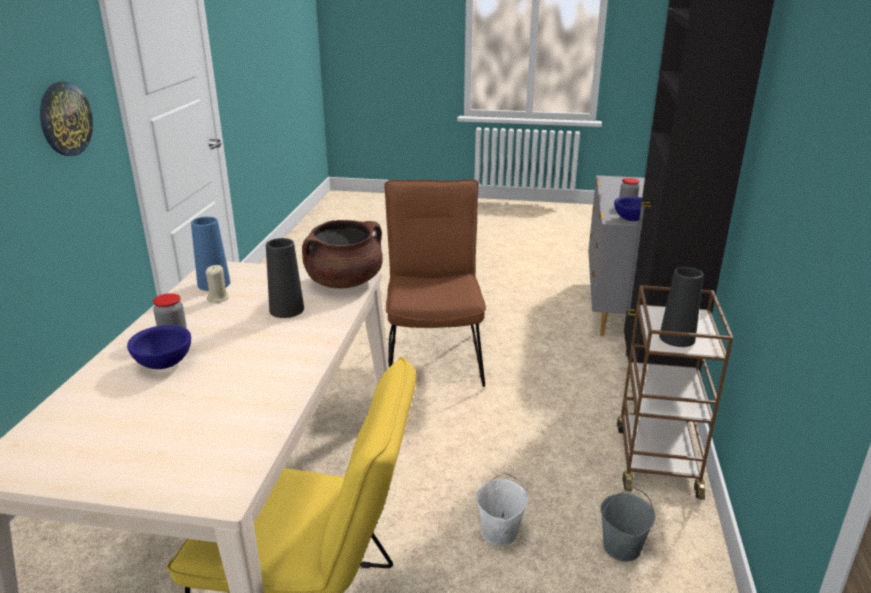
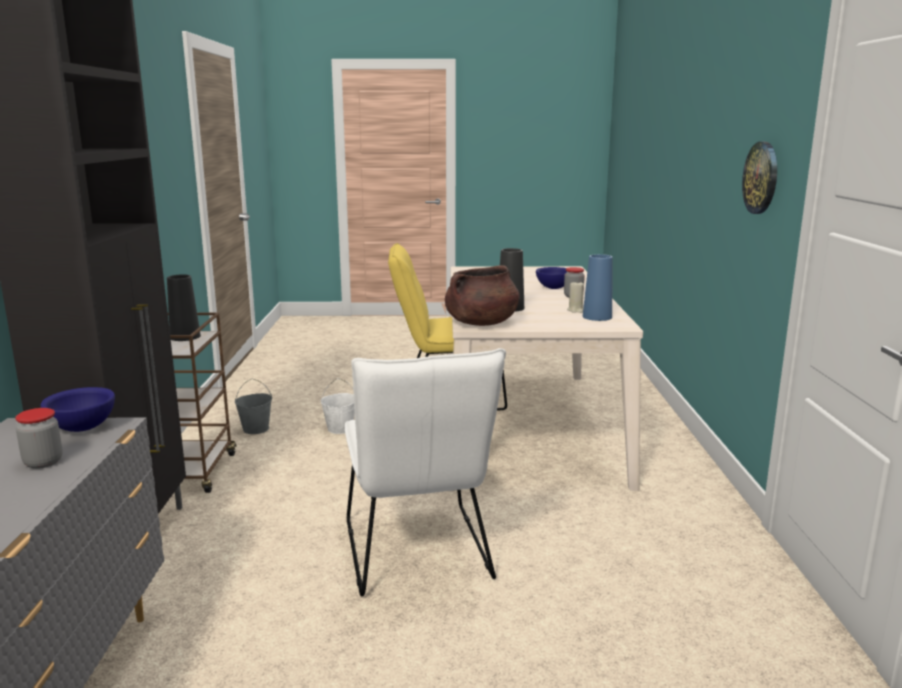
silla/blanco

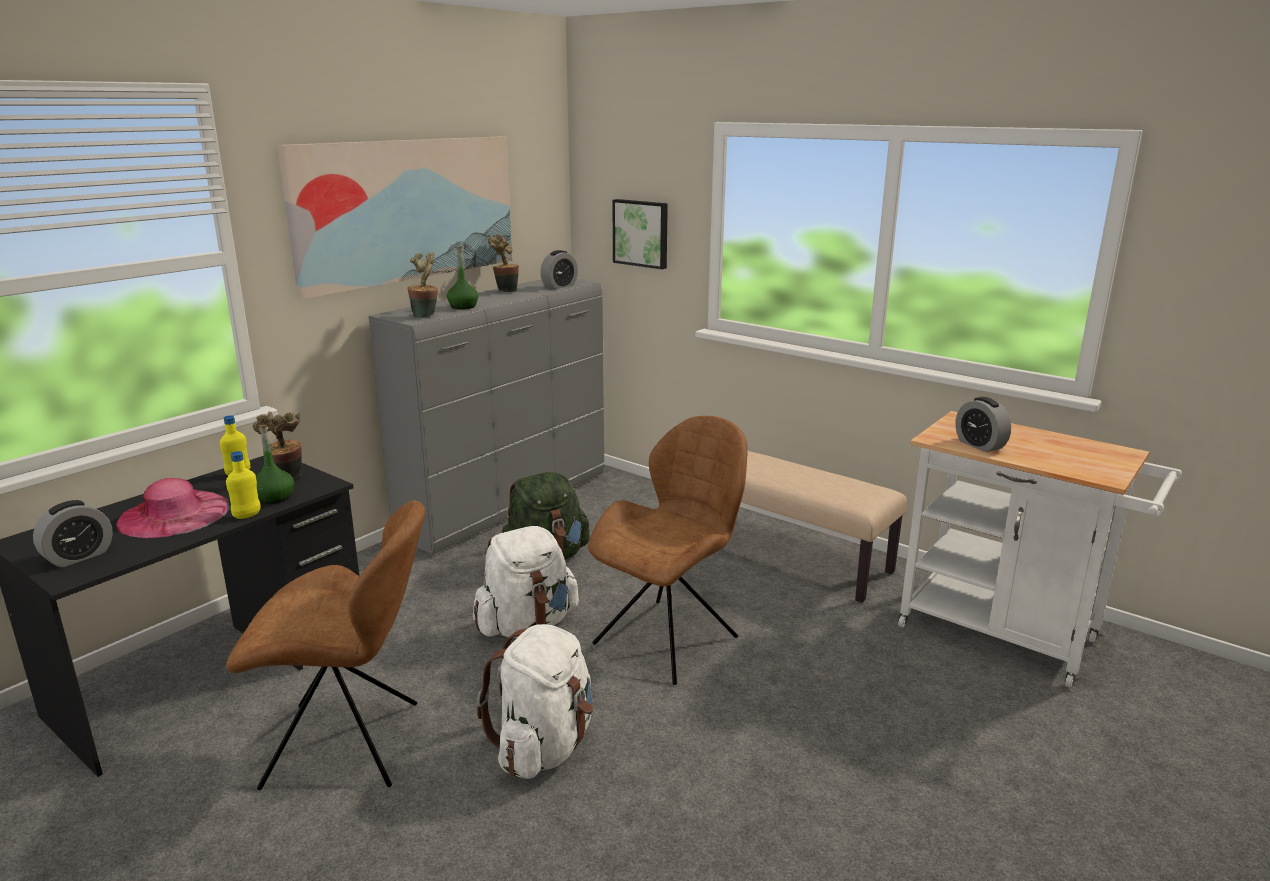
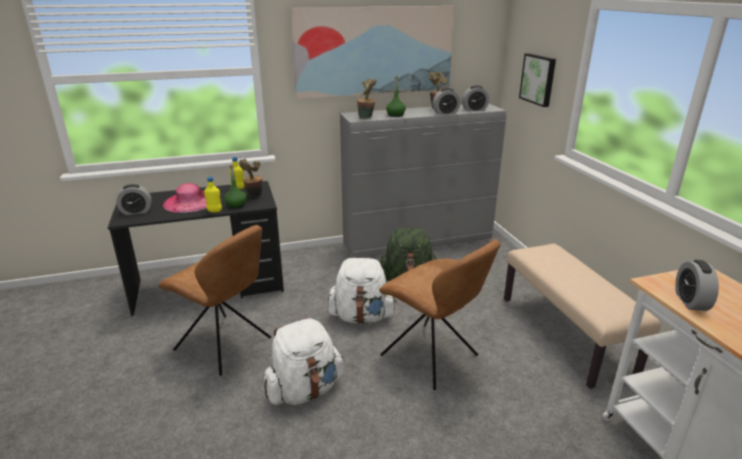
silla/marrón (no. 2 from left); despertador (no. 2 from left)

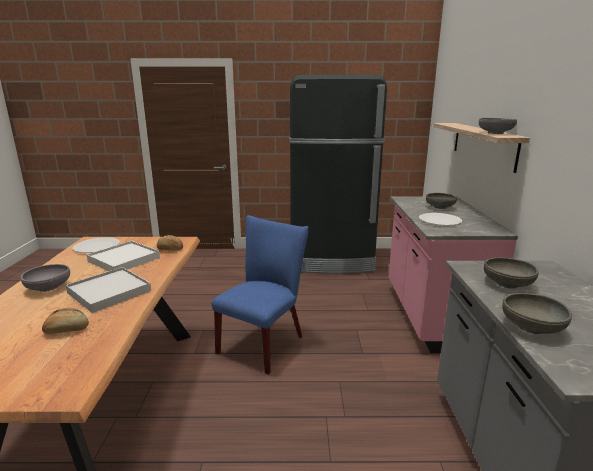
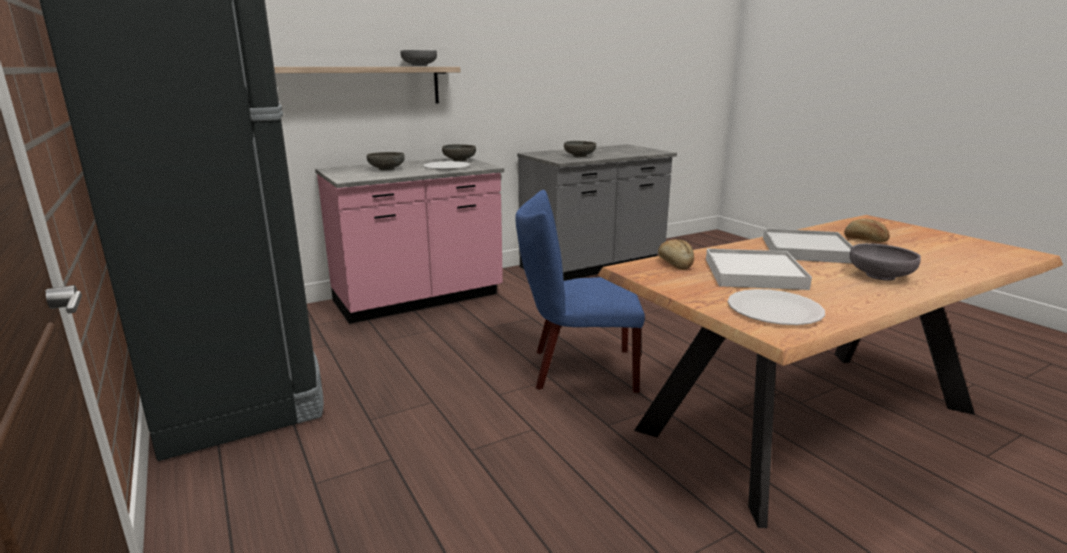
cuenco/gris (no. 3 from left)

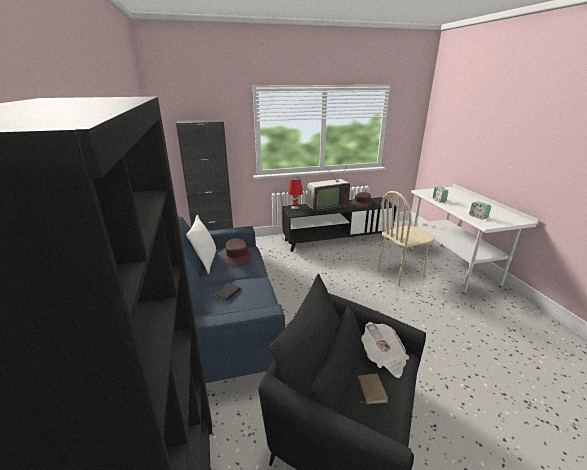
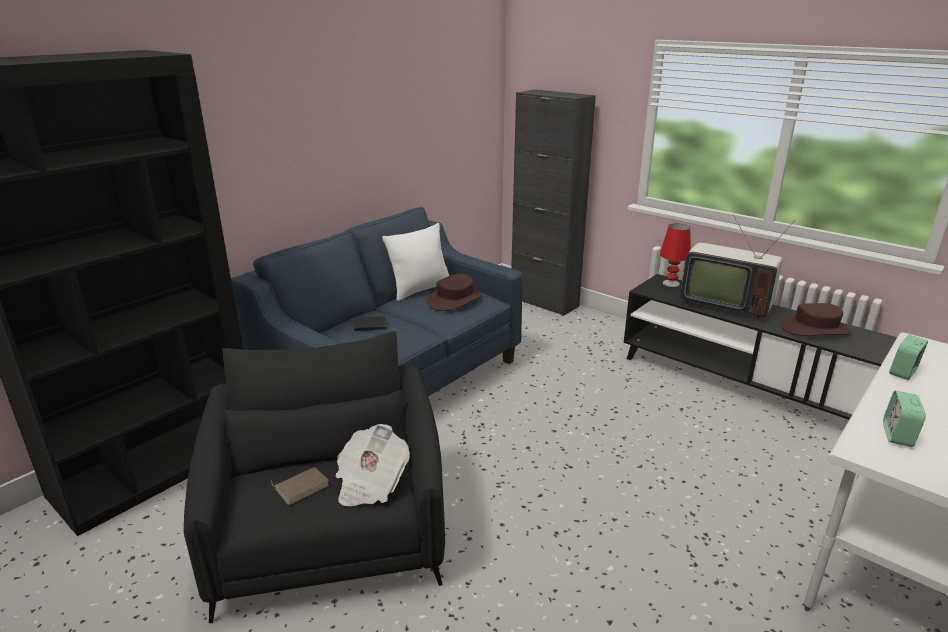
silla/beis

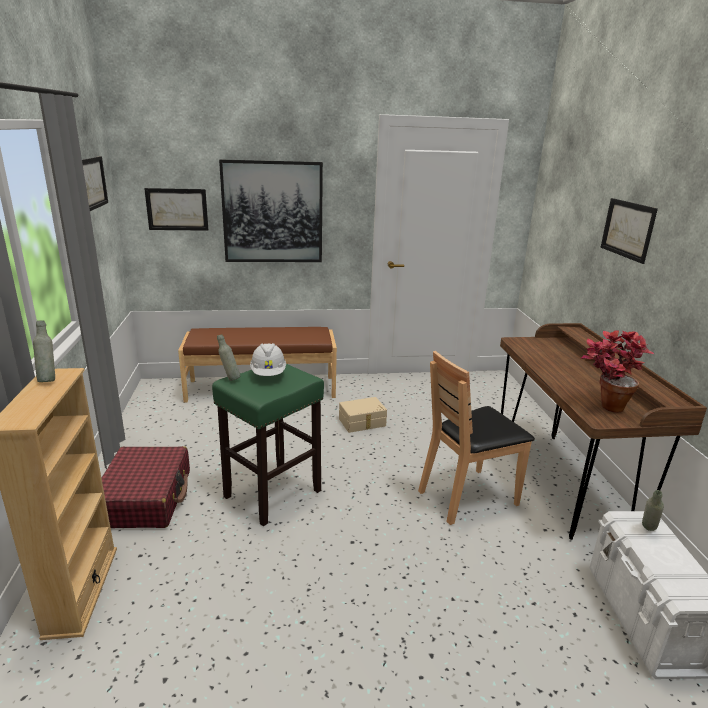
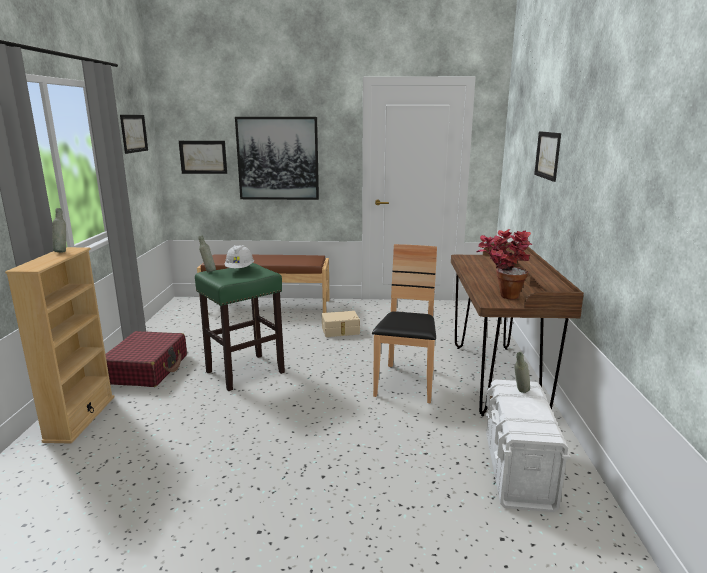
silla/marrón

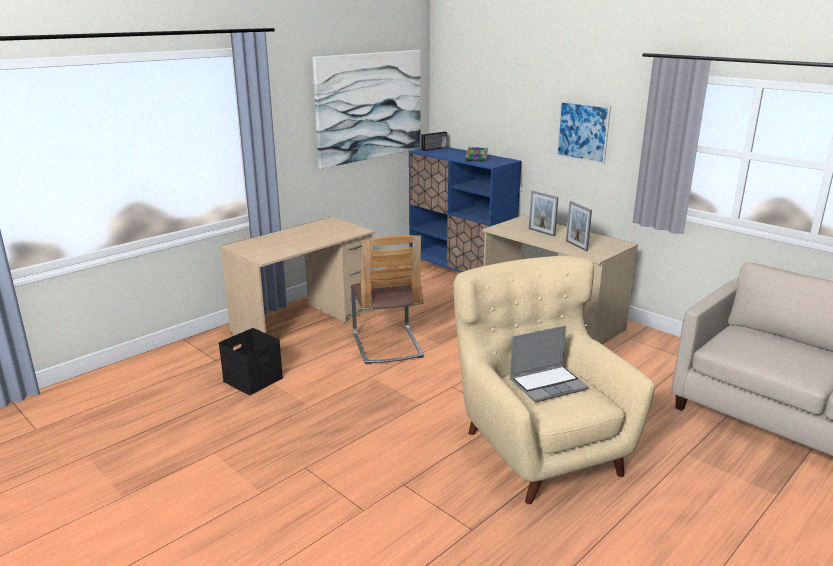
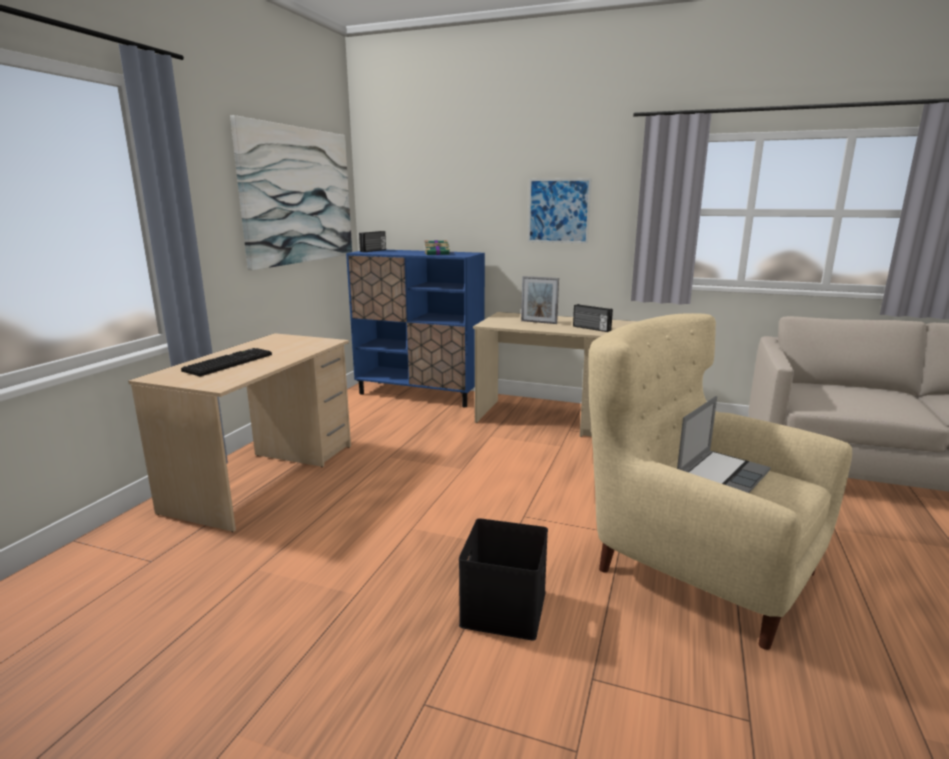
teclado; caja de almacenaje/negro; radio (no. 2 from left); silla

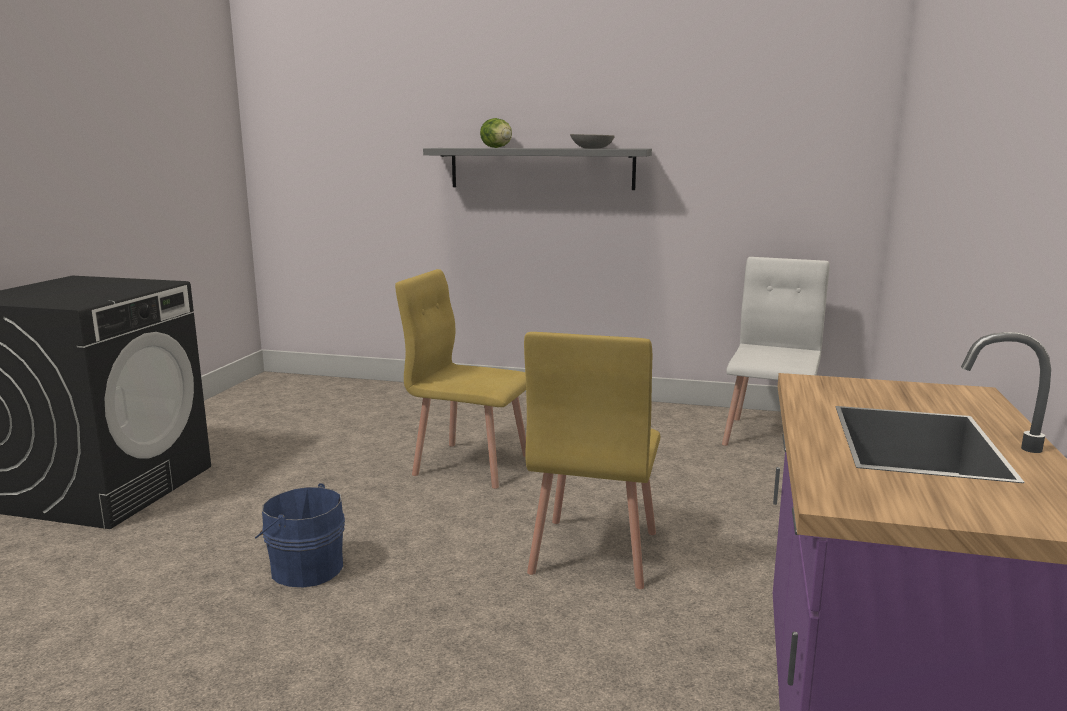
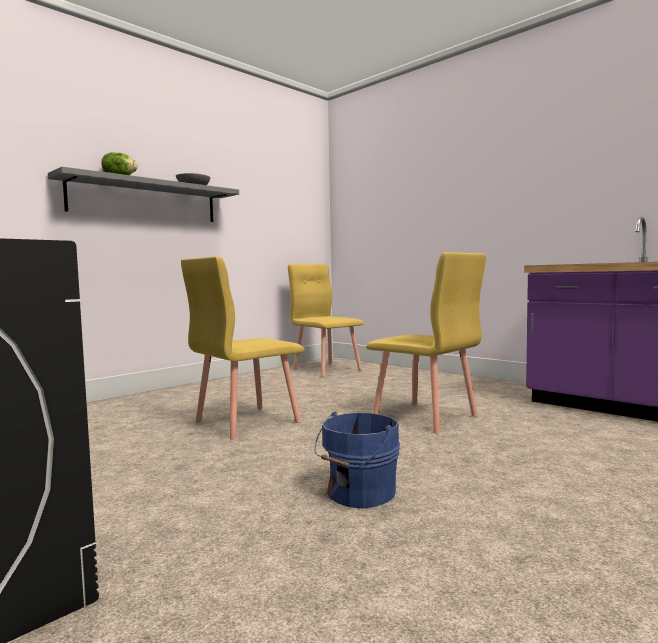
silla/amarillo (no. 2 from left)

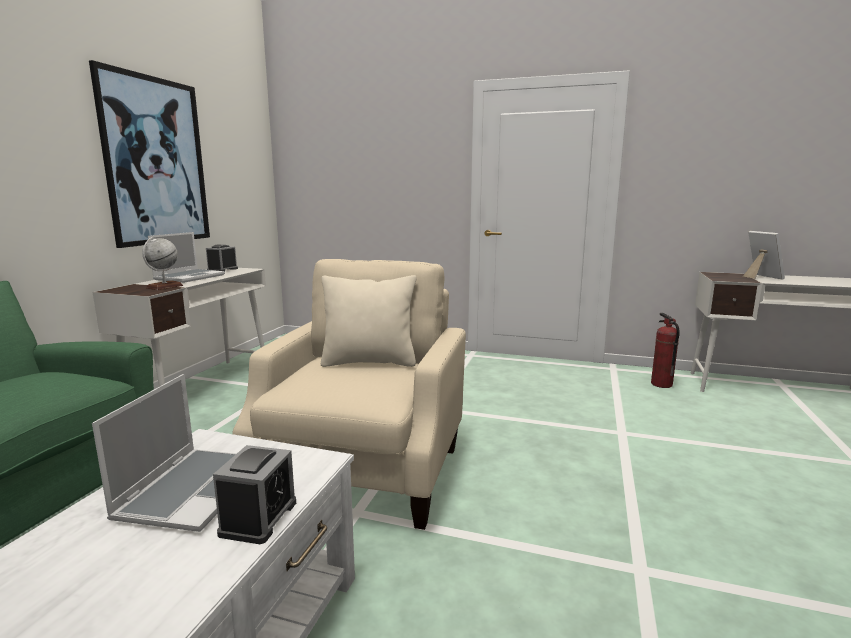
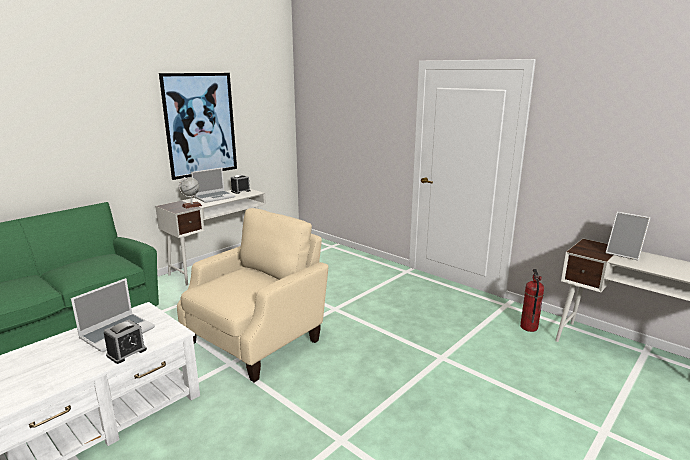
portarretratos; cojín/beis

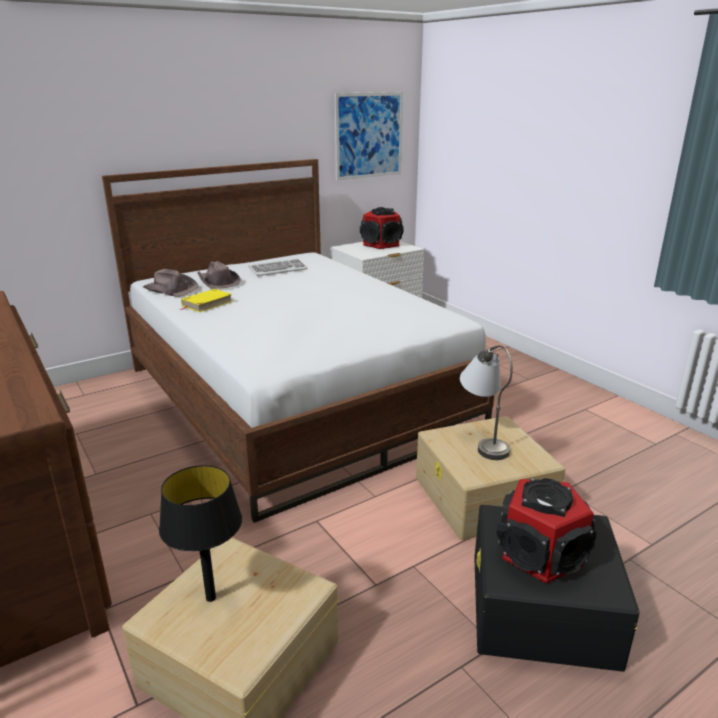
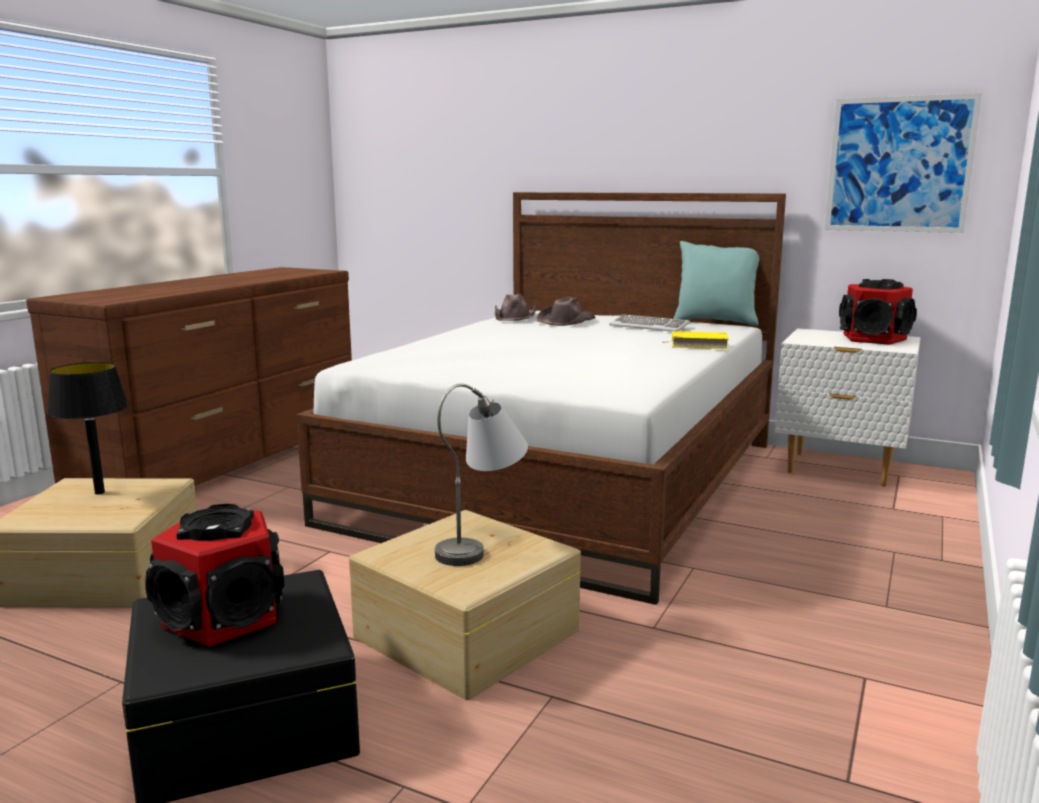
libro/amarillo; cojín/turquesa

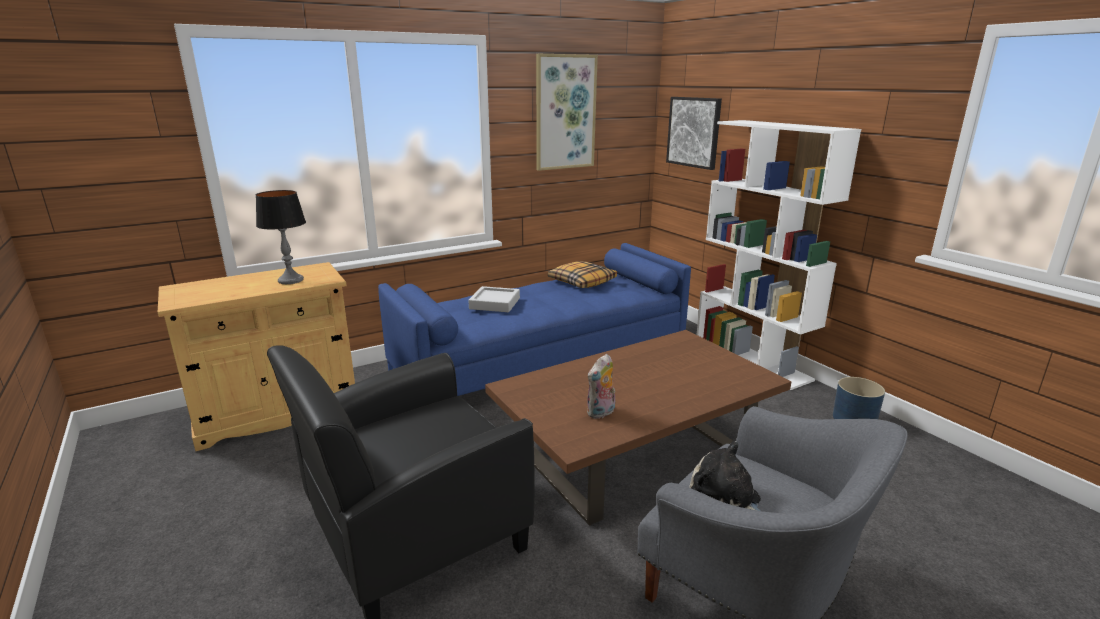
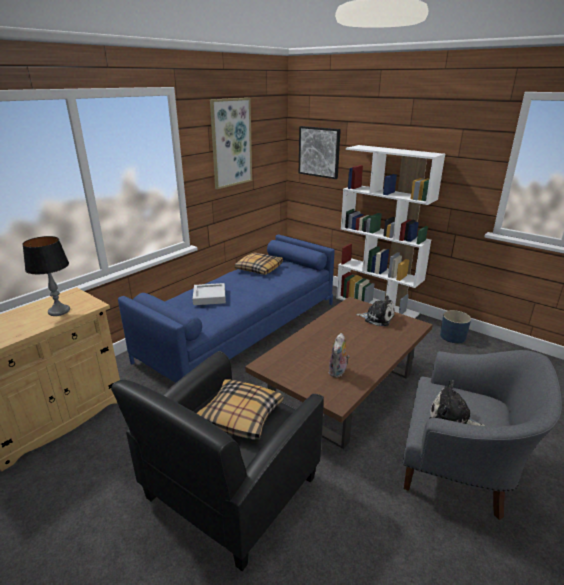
cojín (no. 1 from left); peluche (no. 2 from left)

